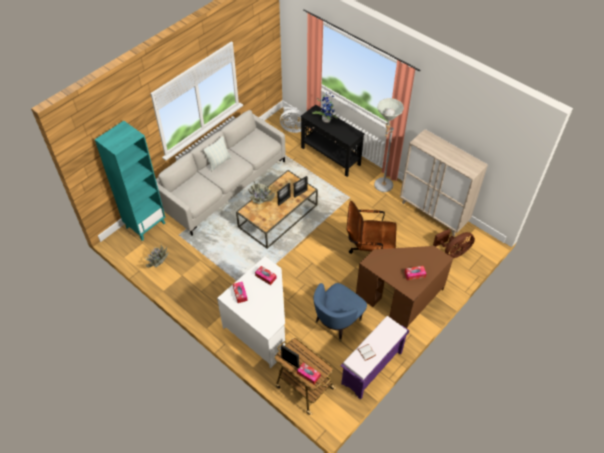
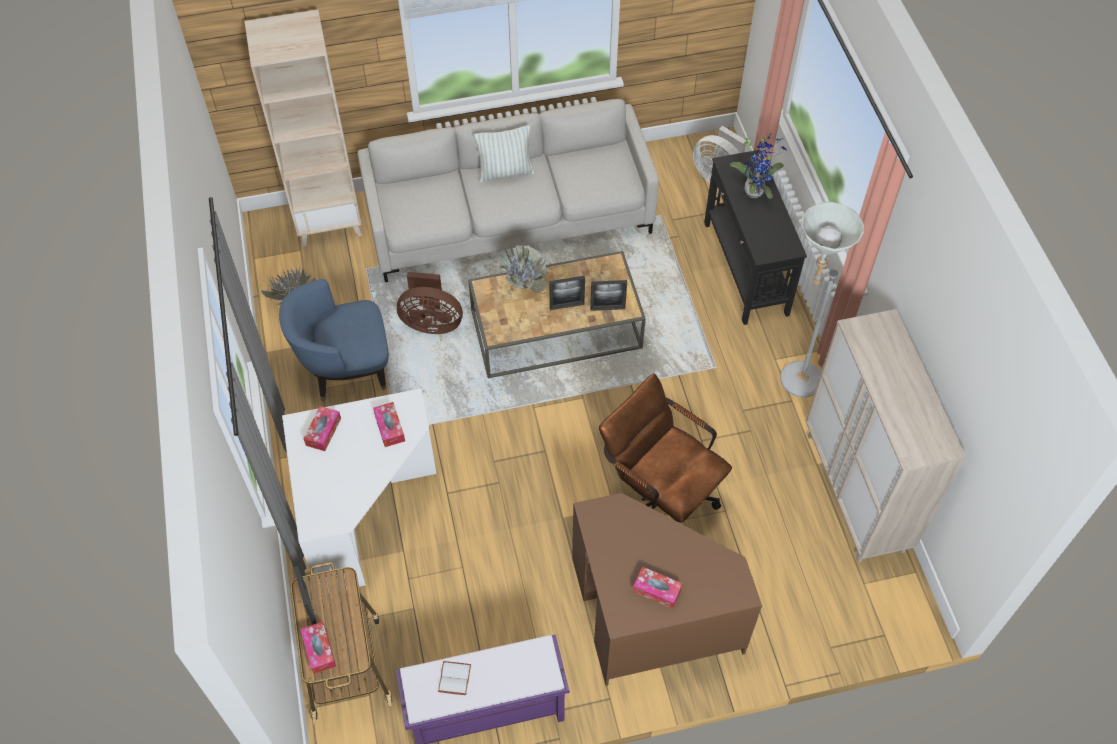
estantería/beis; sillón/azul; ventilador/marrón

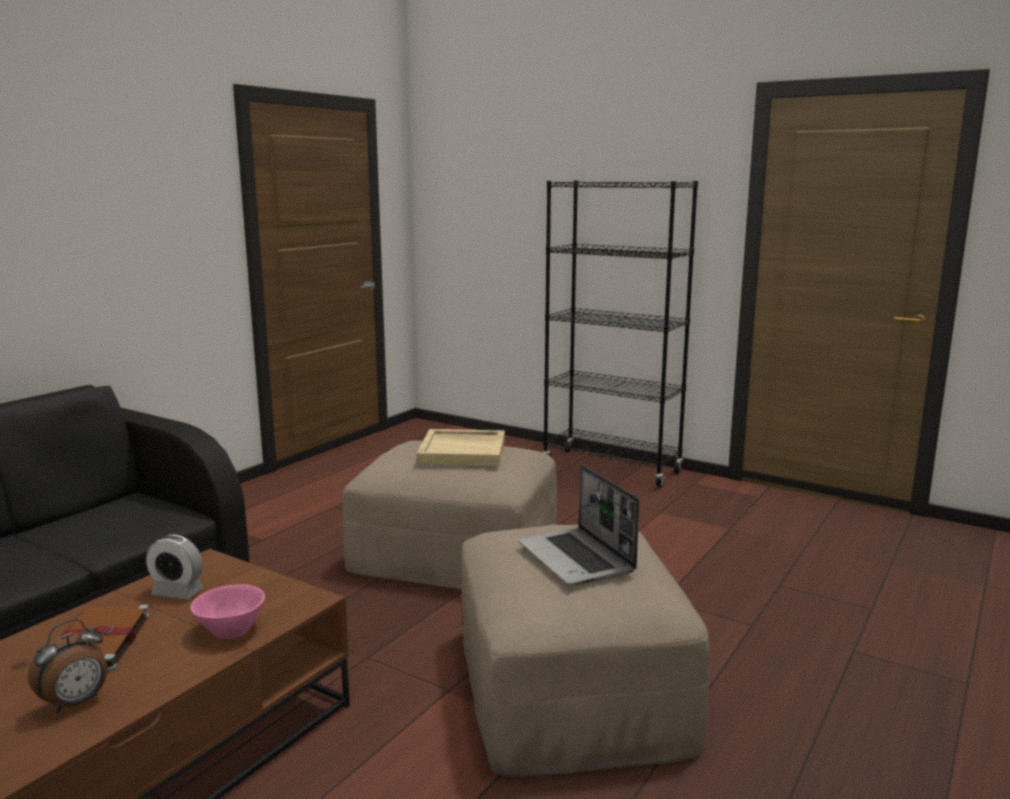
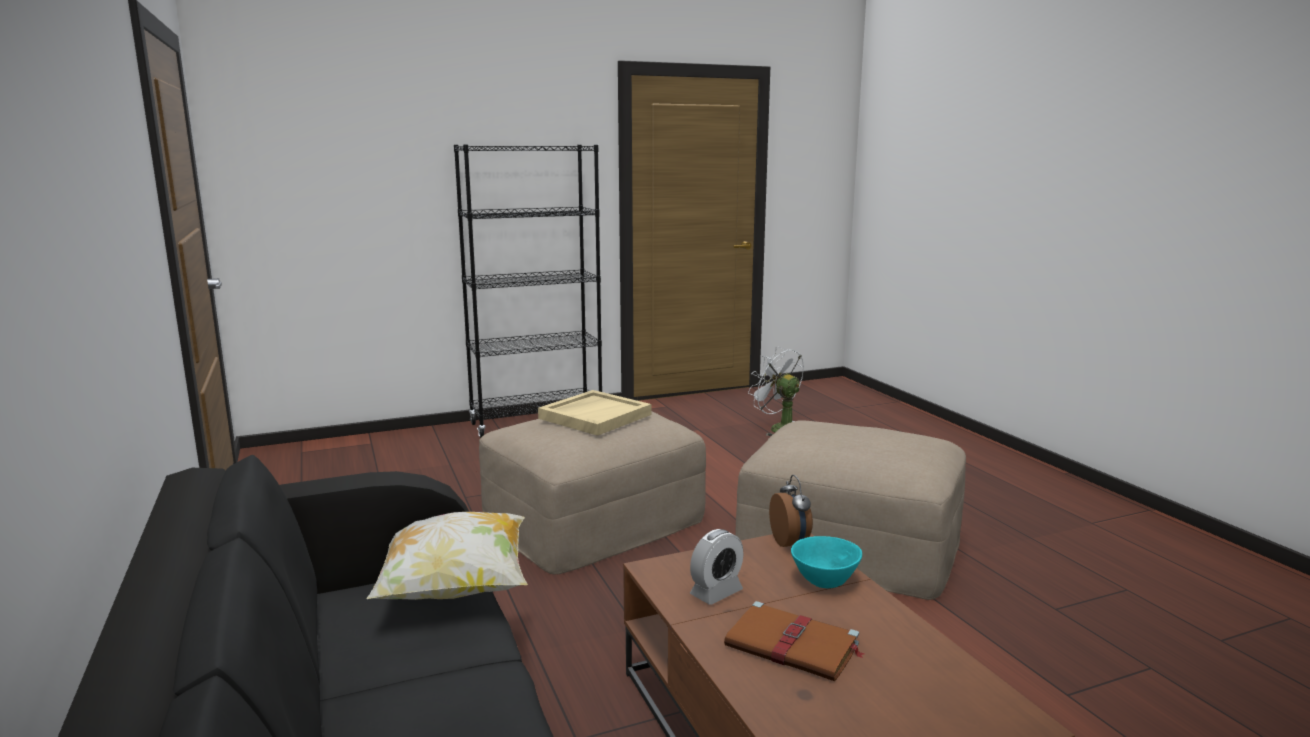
cojín; ventilador/blanco; despertador (no. 2 from left); cuenco/turquesa; portátil

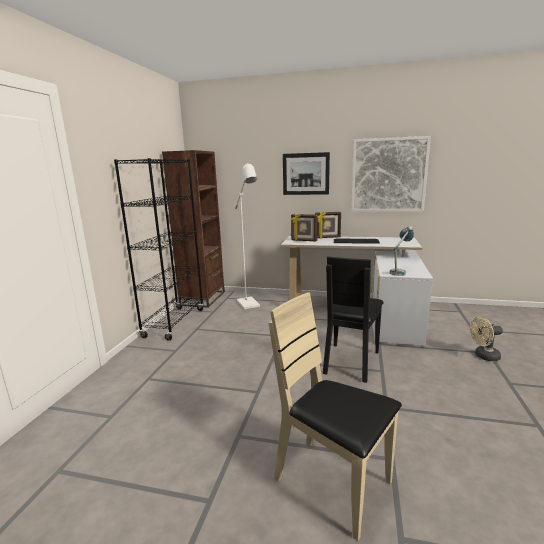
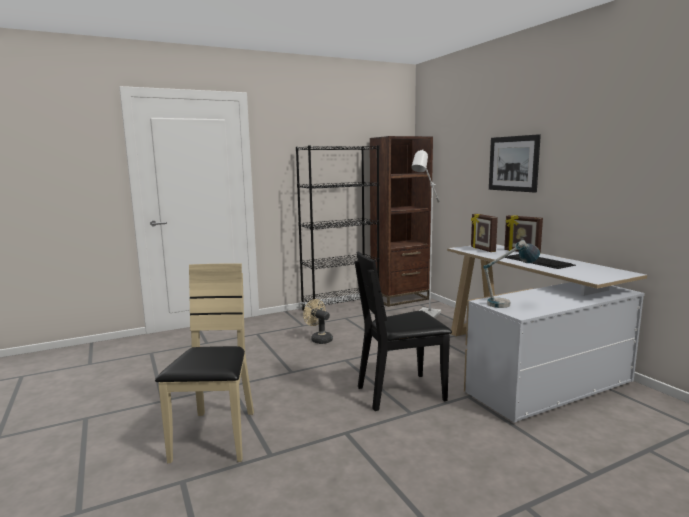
ventilador/beis; cuadro (no. 2 from left in the first image)

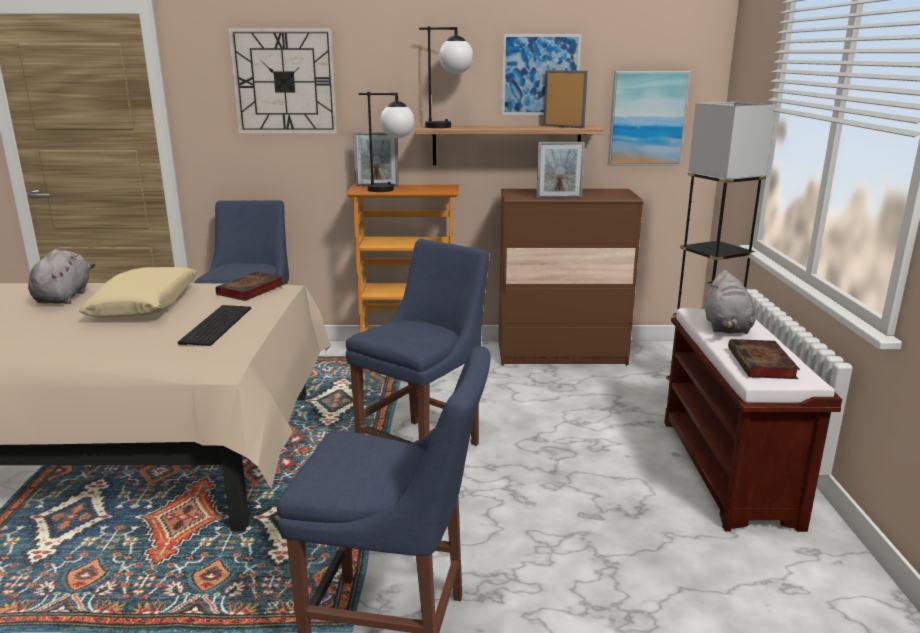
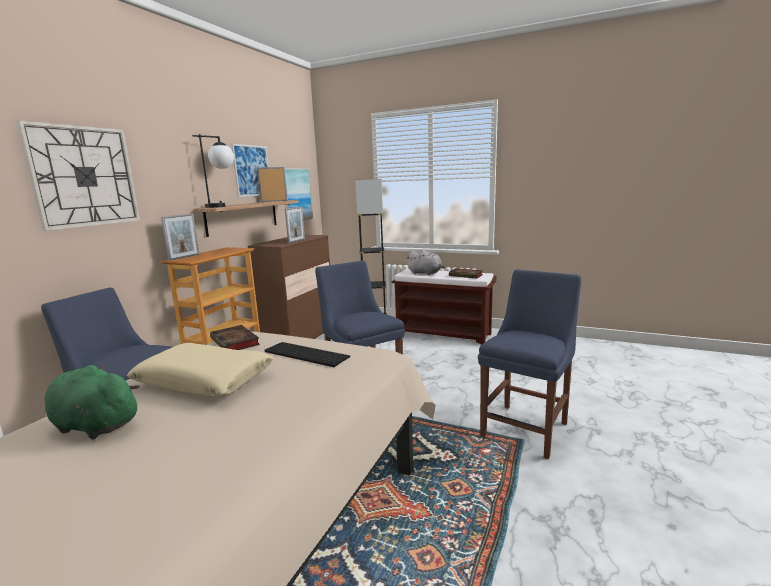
peluche/verde; lámpara de mesa (no. 1 from left in the first image)

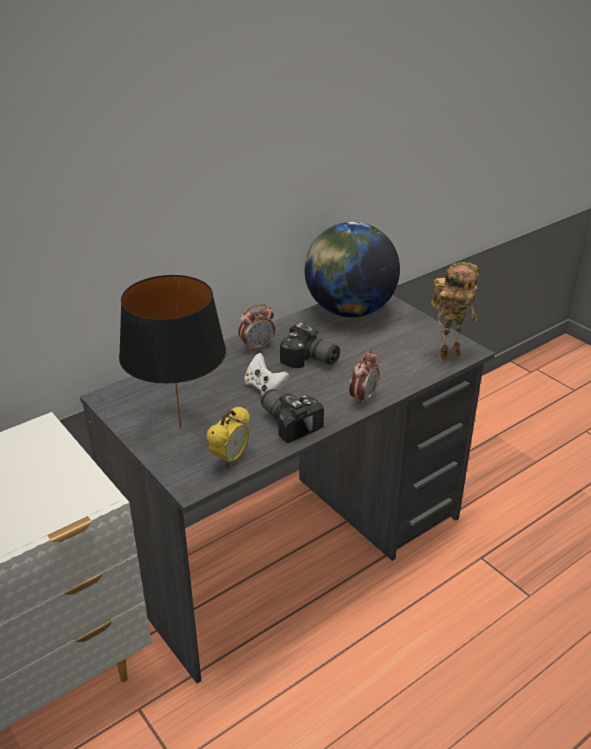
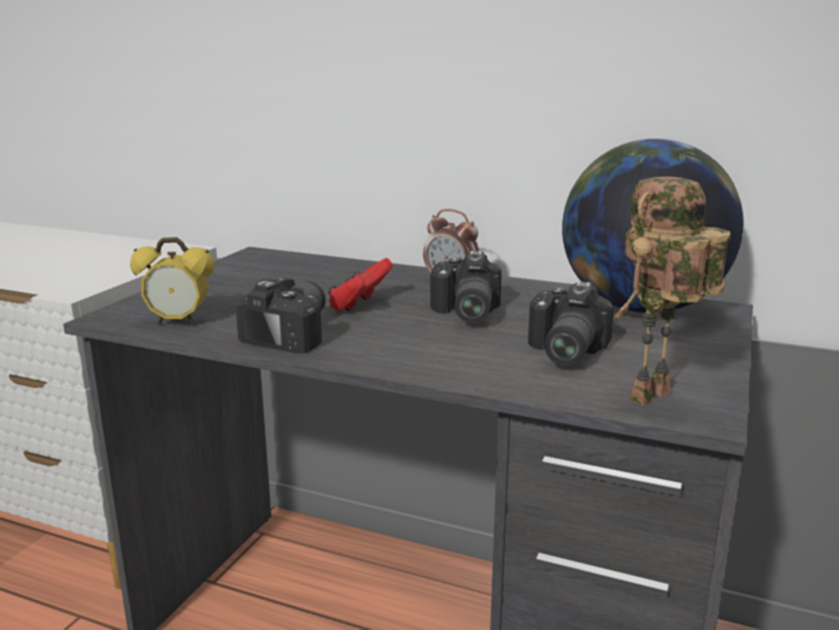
mando de consola/rojo; cámara (no. 3 from left); robot de juguete; lámpara de mesa/negro; despertador (no. 3 from left in the first image)

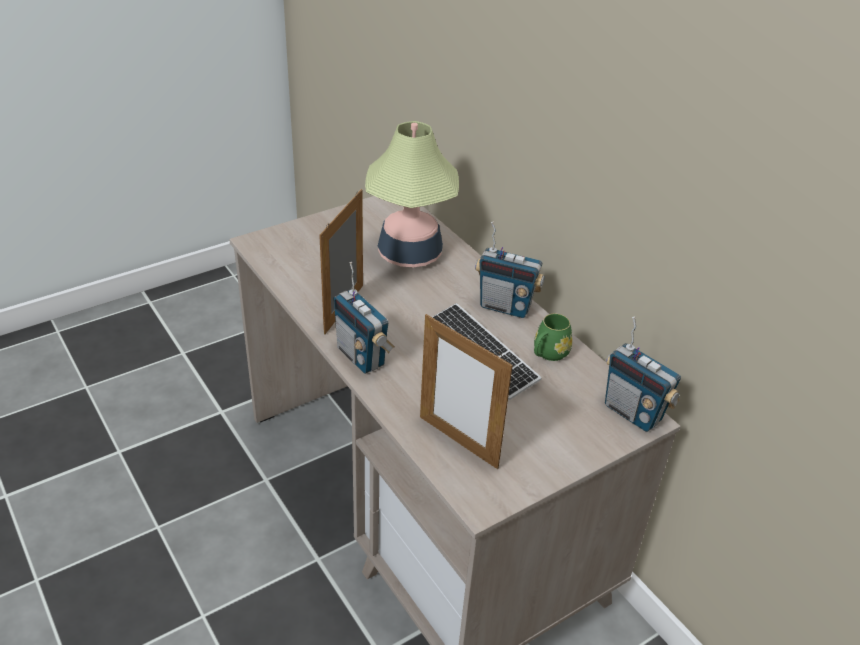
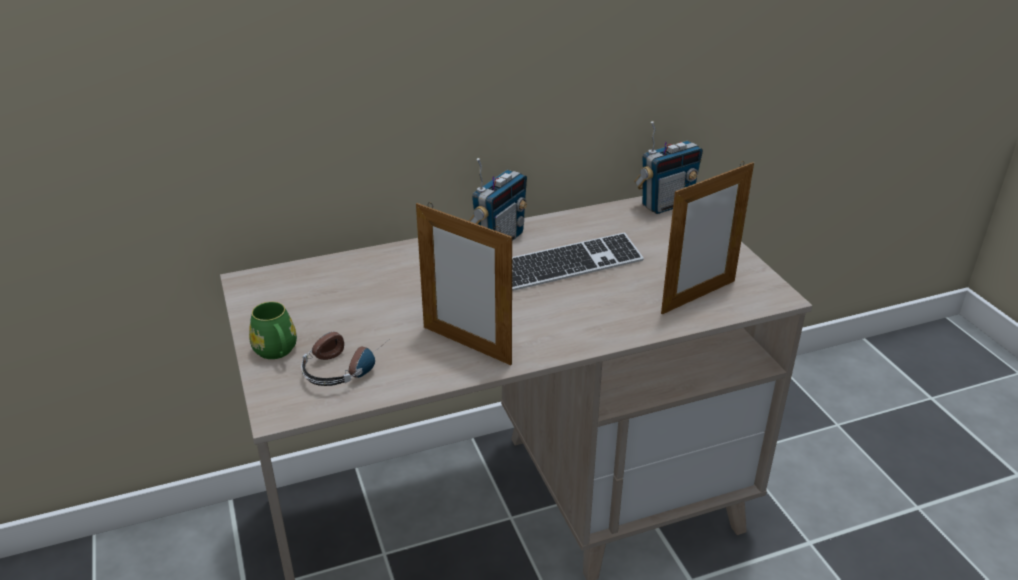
taza grande/verde; auriculares; radio (no. 1 from left in the first image); lámpara de mesa

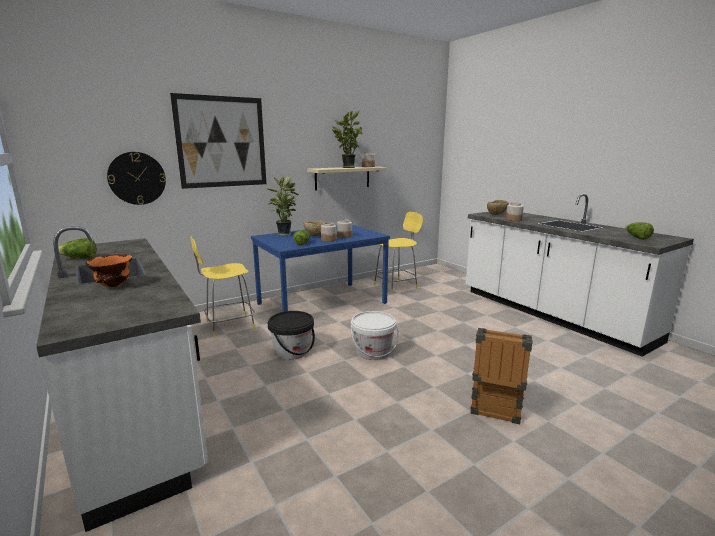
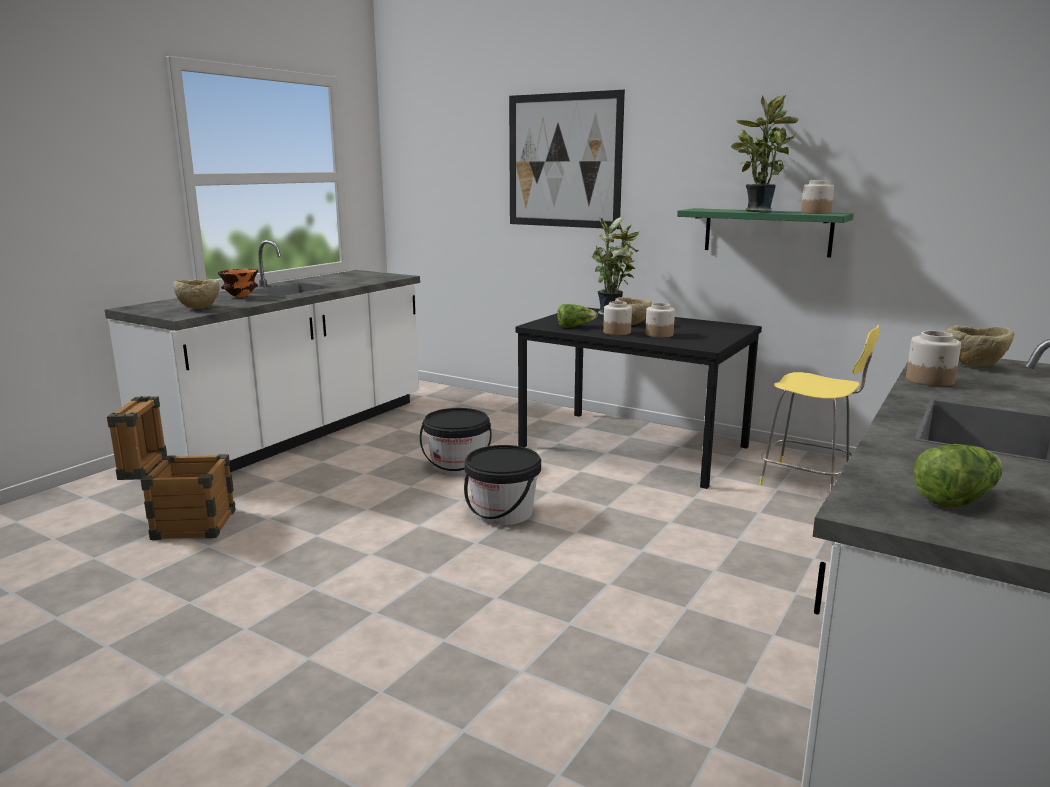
caja de embalaje; cuenco/beis (no. 1 from left); cubo/negro (no. 2 from left); mesa de comedor/negro; estante/verde; lechuga (no. 1 from left in the first image); reloj de pared; taburete/amarillo (no. 1 from left in the first image)

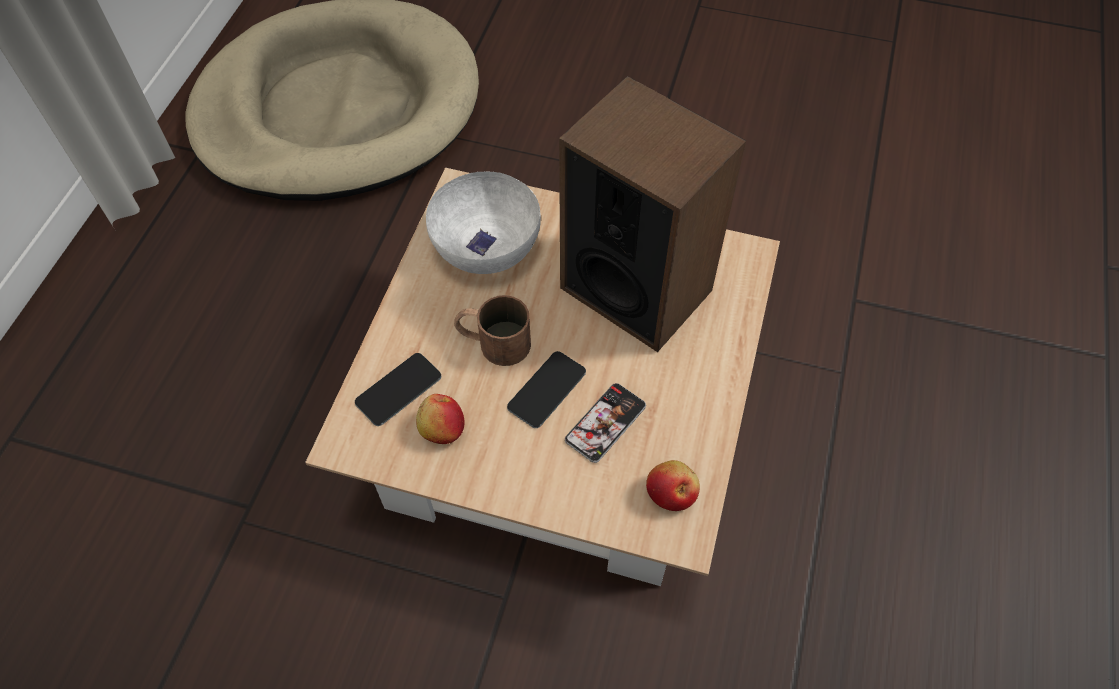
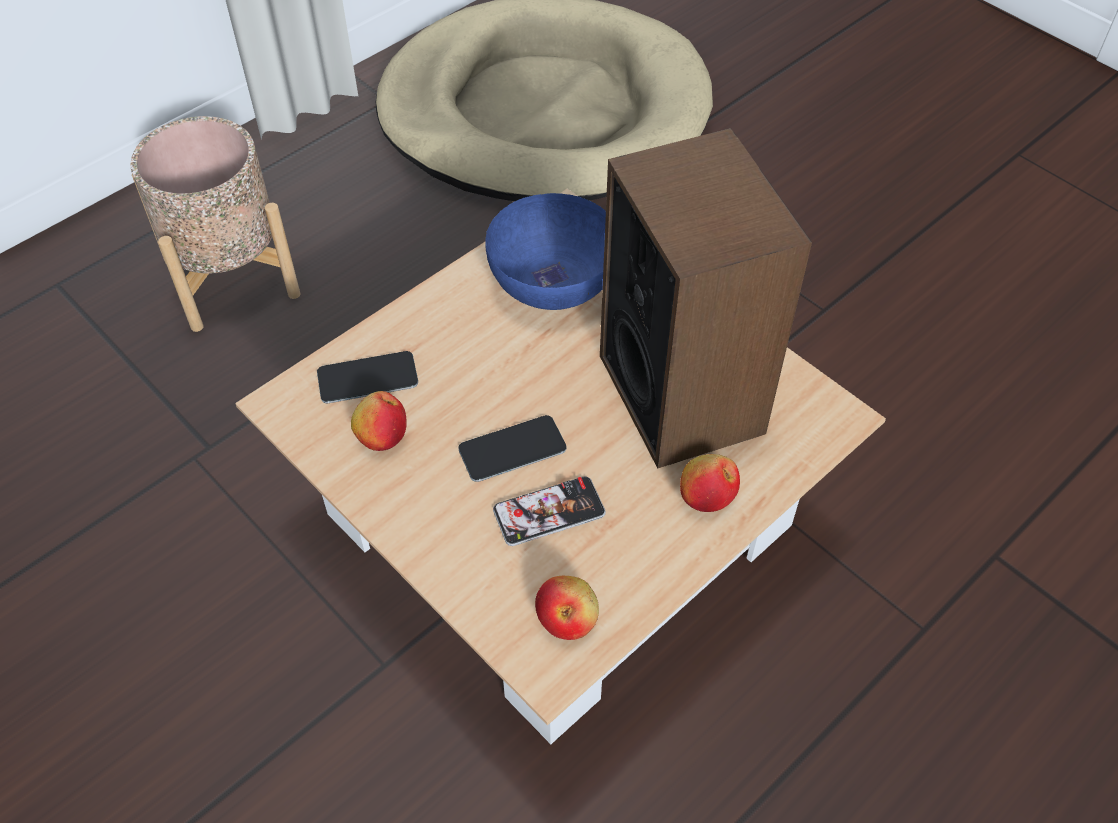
maceta/beis; cuenco/azul; manzana (no. 3 from left); taza grande/marrón

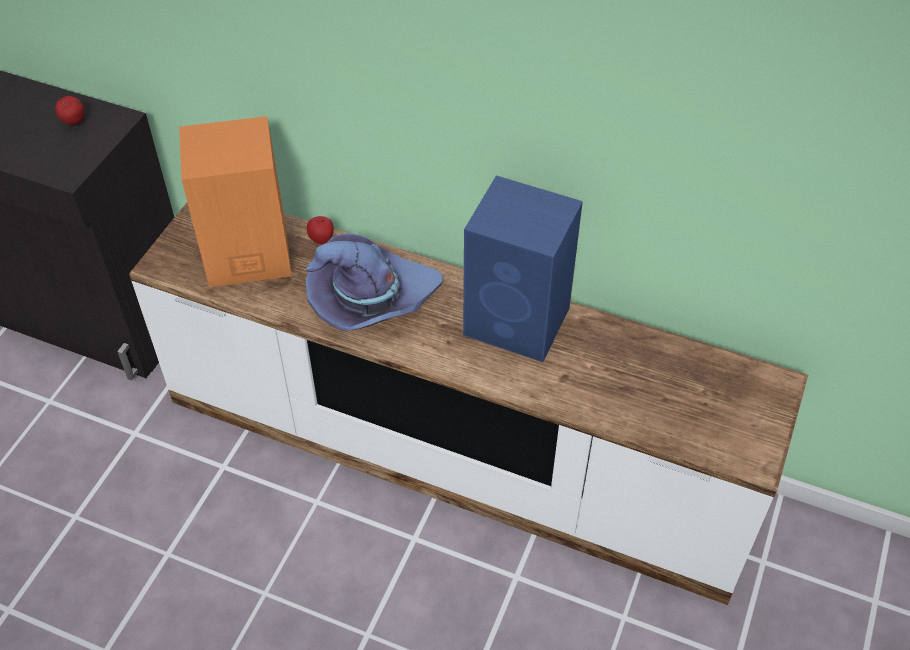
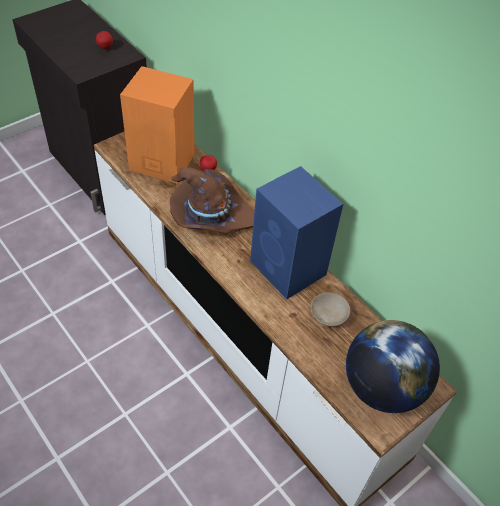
sombrero/marrón; cuenco/beis; globo terráqueo

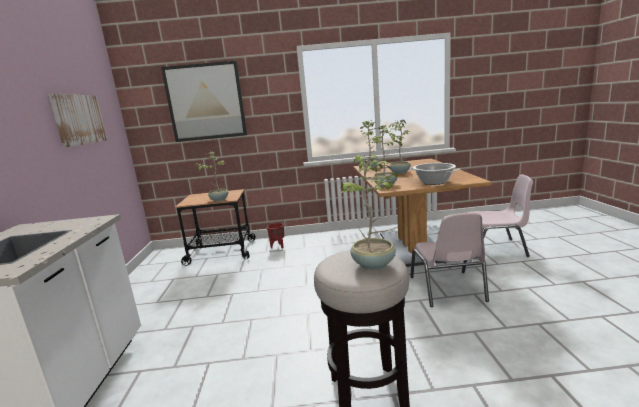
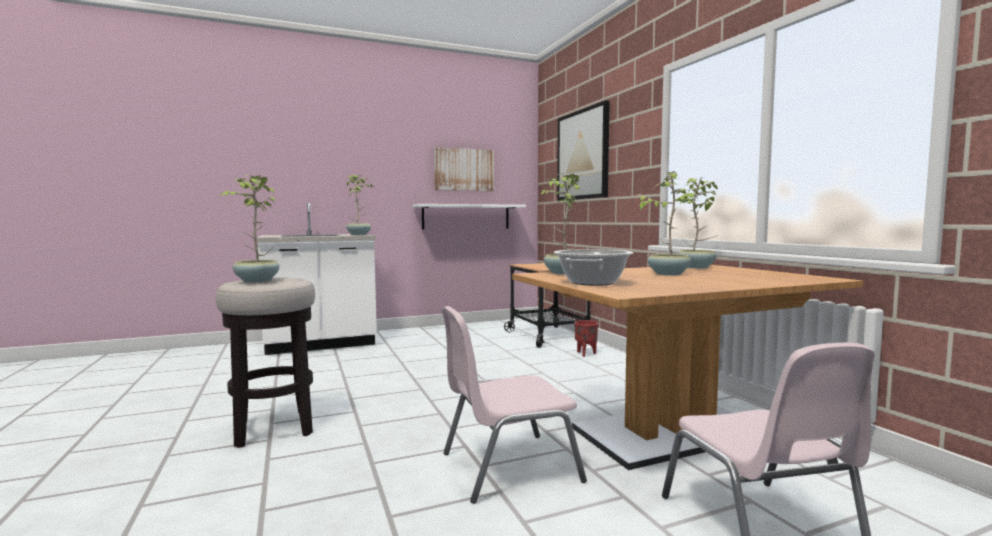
planta en maceta (no. 2 from left); estante/blanco

